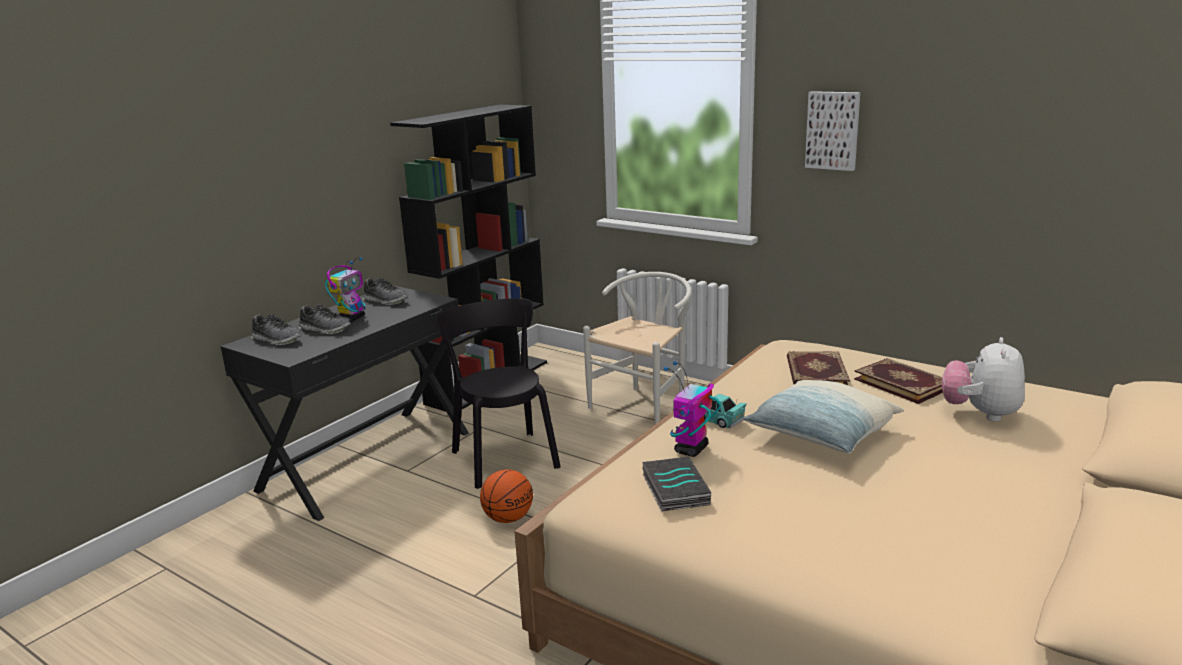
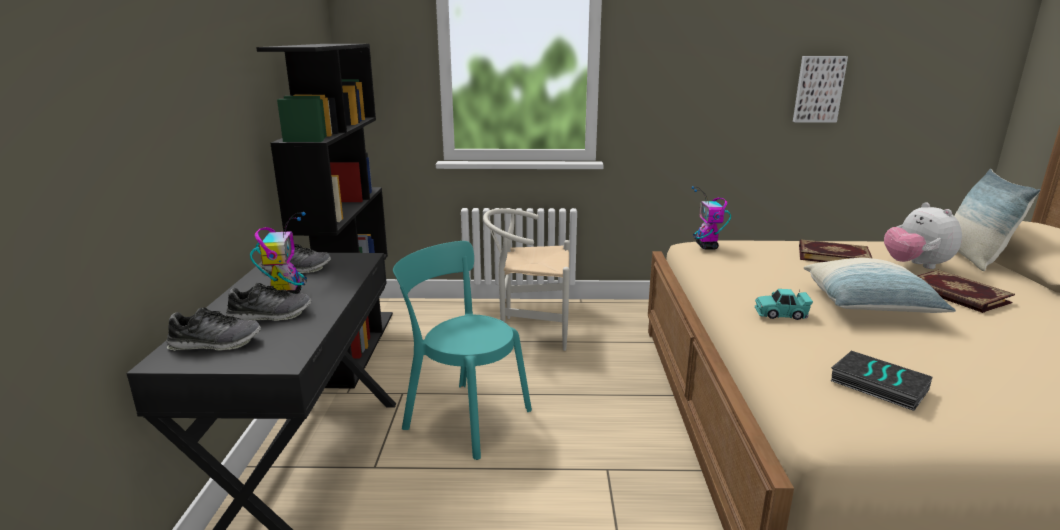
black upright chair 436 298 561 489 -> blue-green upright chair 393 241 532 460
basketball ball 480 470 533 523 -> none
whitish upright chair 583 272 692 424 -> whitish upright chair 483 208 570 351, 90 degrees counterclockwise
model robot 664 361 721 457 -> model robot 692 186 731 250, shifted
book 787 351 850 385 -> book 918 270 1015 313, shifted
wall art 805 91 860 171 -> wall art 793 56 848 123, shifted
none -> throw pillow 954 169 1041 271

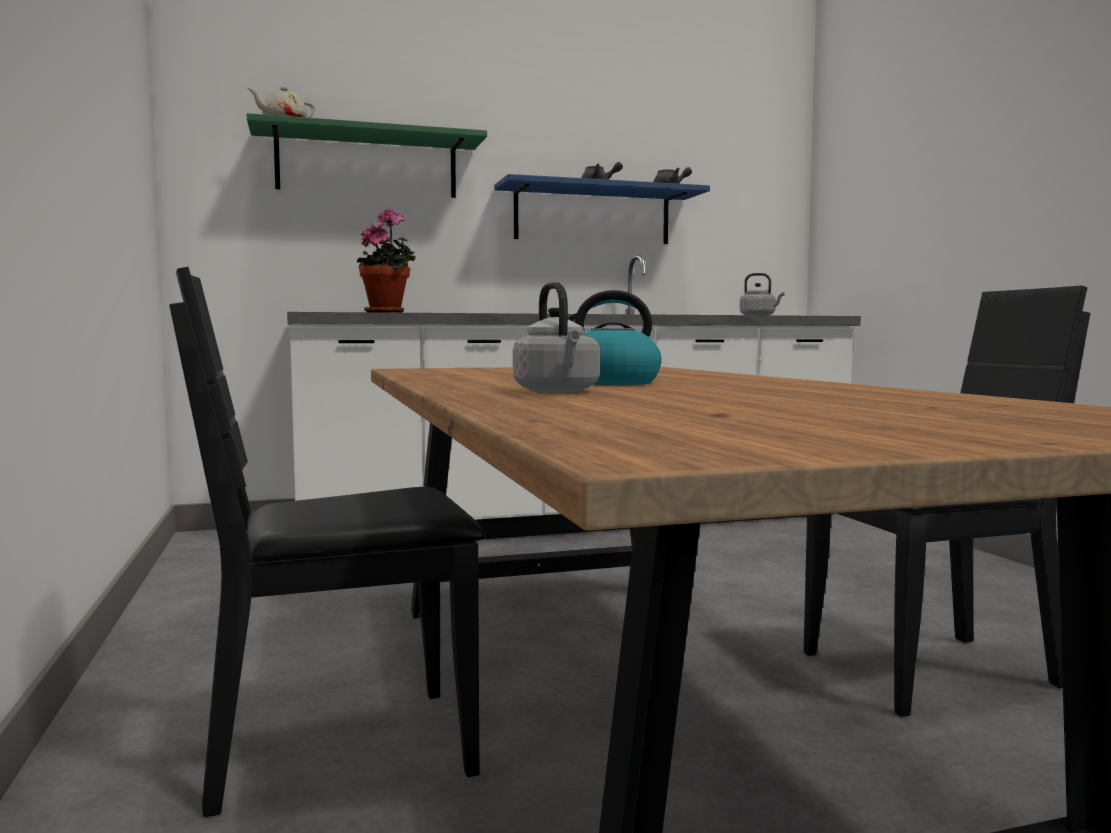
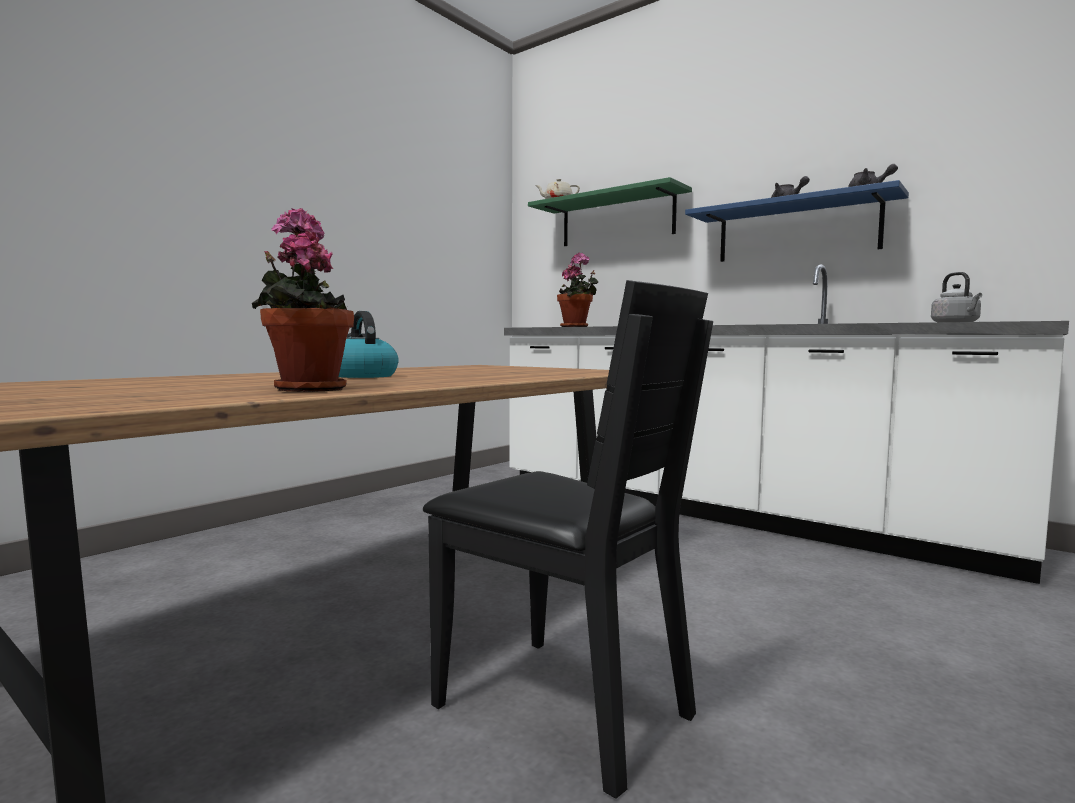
black upright chair 169 267 485 817 -> none
gray water kettle 513 282 600 393 -> none
none -> potted plant 252 208 354 392

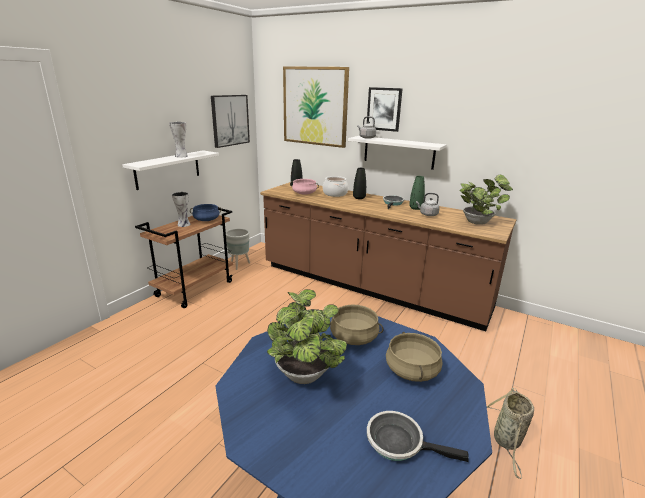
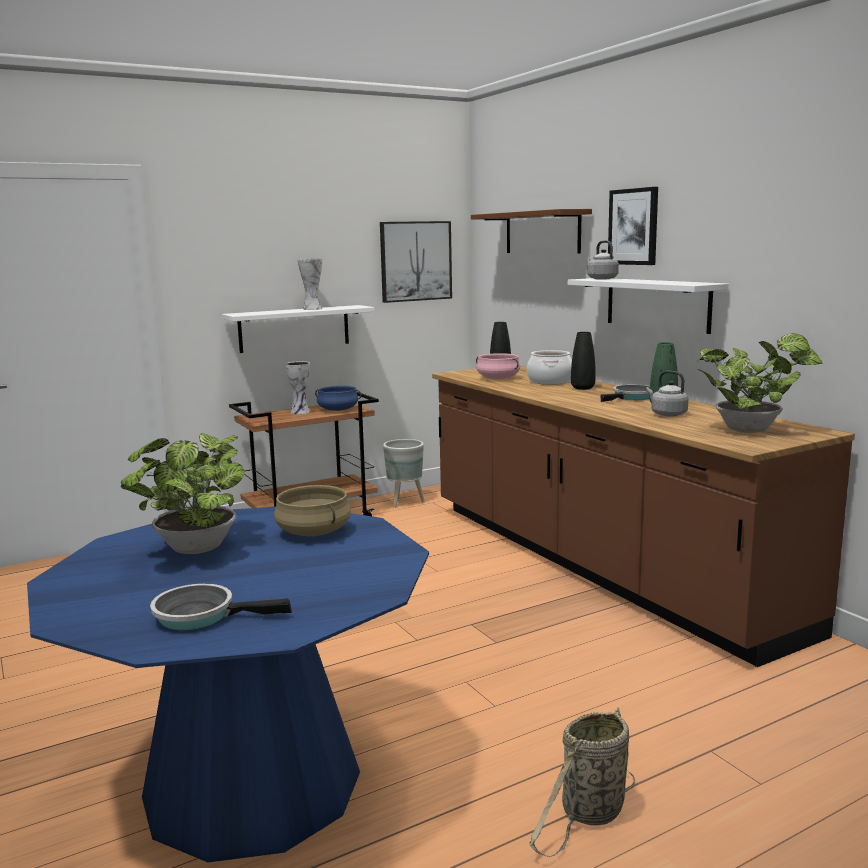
wall art 283 66 349 148 -> brownish bracket shelf 471 209 592 254
pan 367 411 469 462 -> pan 150 584 292 631, 45 degrees counterclockwise
sand-coloured saucepot 386 332 443 382 -> none

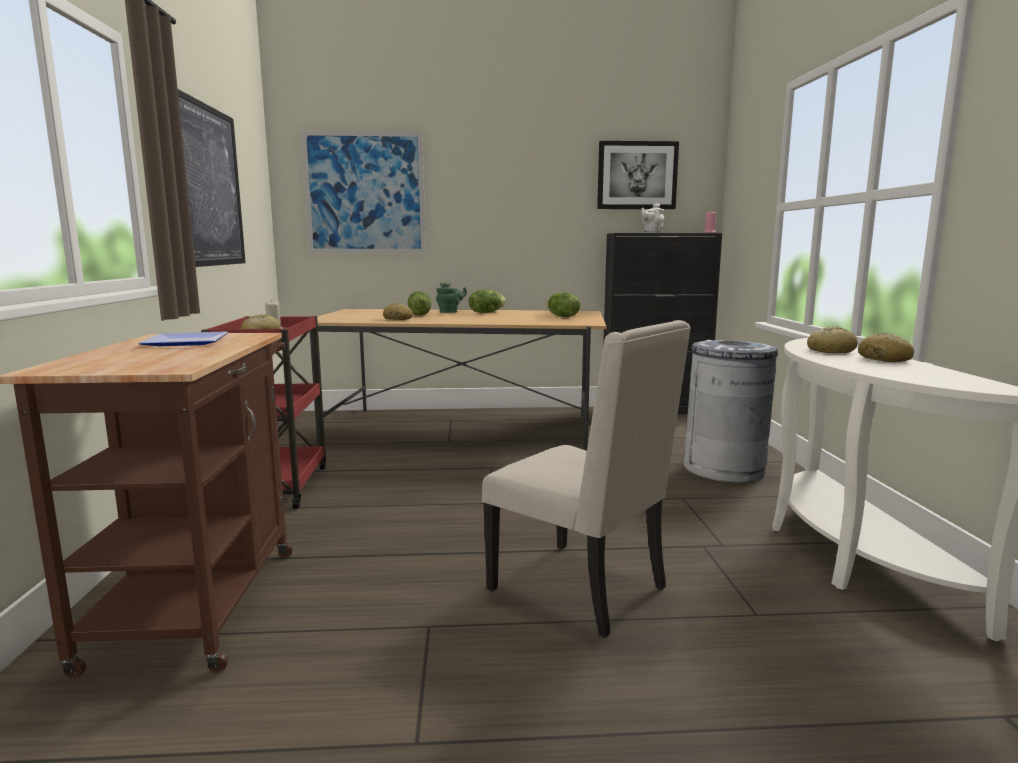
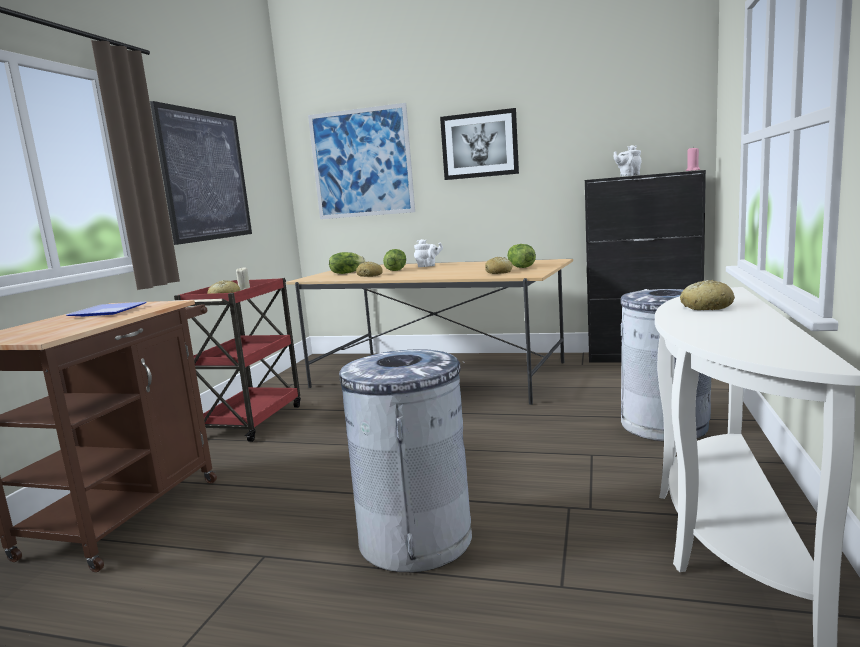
green pot for tea 436 282 467 313 -> whitish pot for tea 414 239 443 267
lettuce head 469 289 506 313 -> lettuce head 329 252 366 274, shifted
sand-coloured upright chair 482 320 691 638 -> gray waste bin 339 349 472 572
wall art 597 141 679 209 -> wall art 440 108 519 180, shifted
bread 858 333 914 362 -> bread 485 257 512 274, shifted

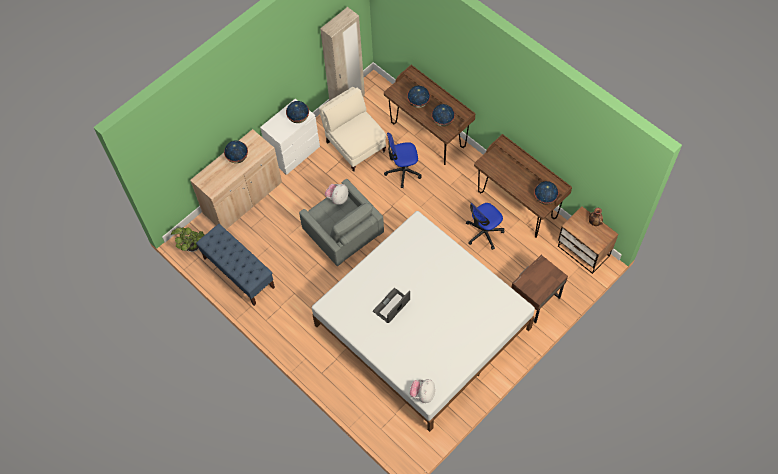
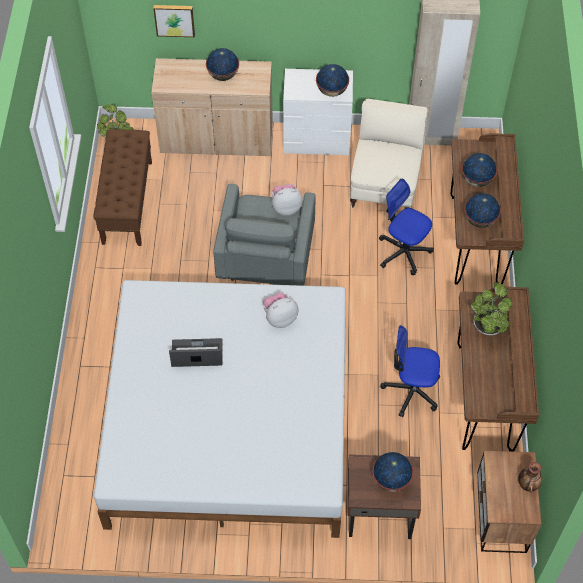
bluish long seat 196 224 275 306 -> brownish long seat 93 129 152 246
plush toy 410 379 435 403 -> plush toy 263 292 298 328, shifted
desk globe 534 181 559 205 -> desk globe 373 452 413 492, shifted
none -> wall art 153 5 195 37
none -> potted plant 471 282 512 335

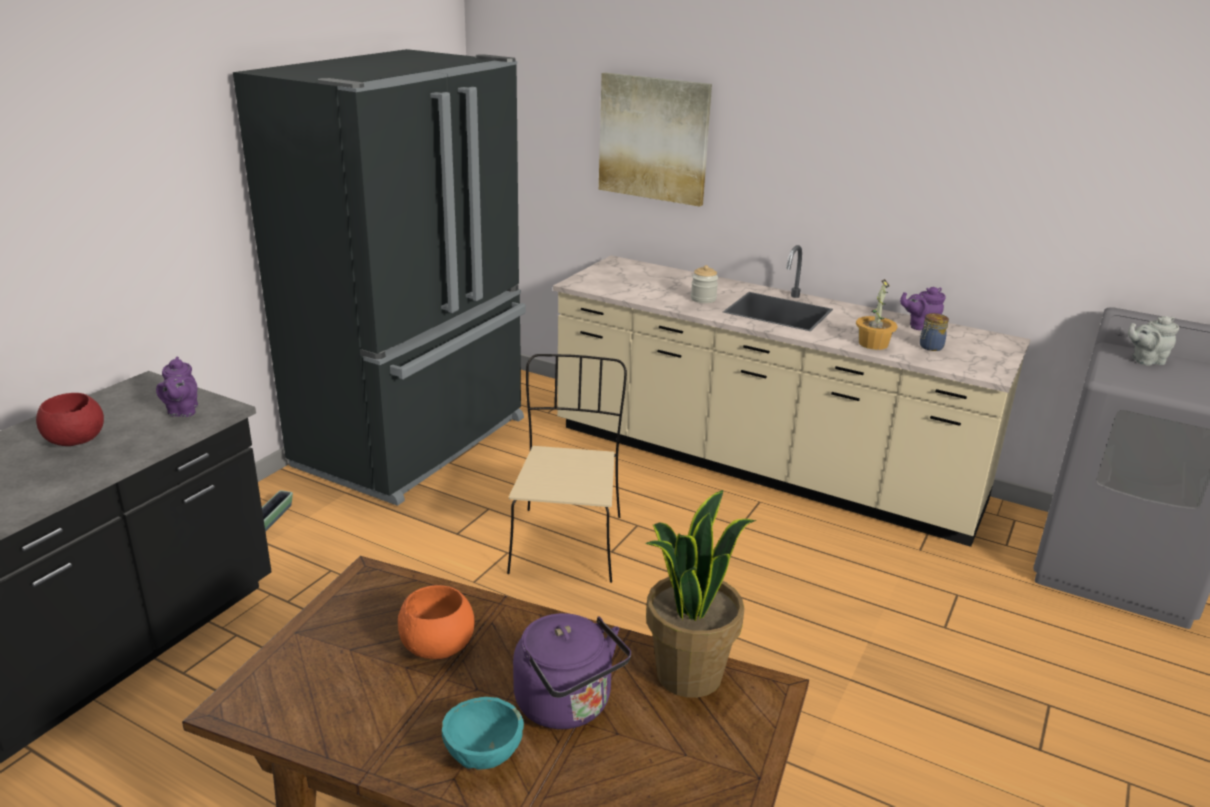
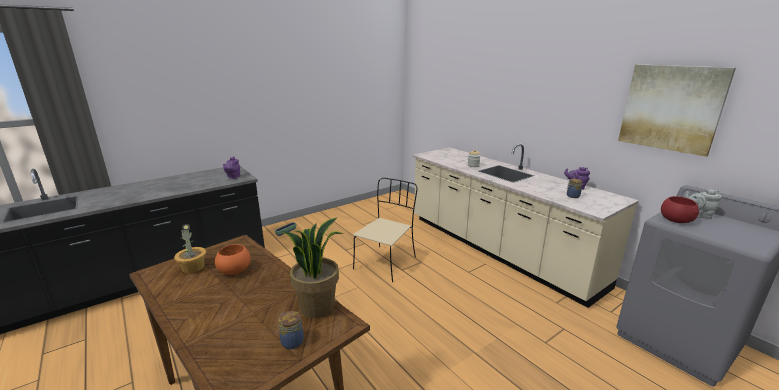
red-coloured deep dish 36 393 104 446 -> red-coloured deep dish 661 196 699 223, shifted
black refrigerator 233 49 526 506 -> none
blue-green deep dish 442 697 524 770 -> none
purple-coloured water kettle 513 613 631 729 -> none
wall art 599 72 712 207 -> wall art 618 64 736 157, shifted
potted plant 856 279 898 350 -> potted plant 174 224 206 273, shifted
none -> jar 279 311 304 349

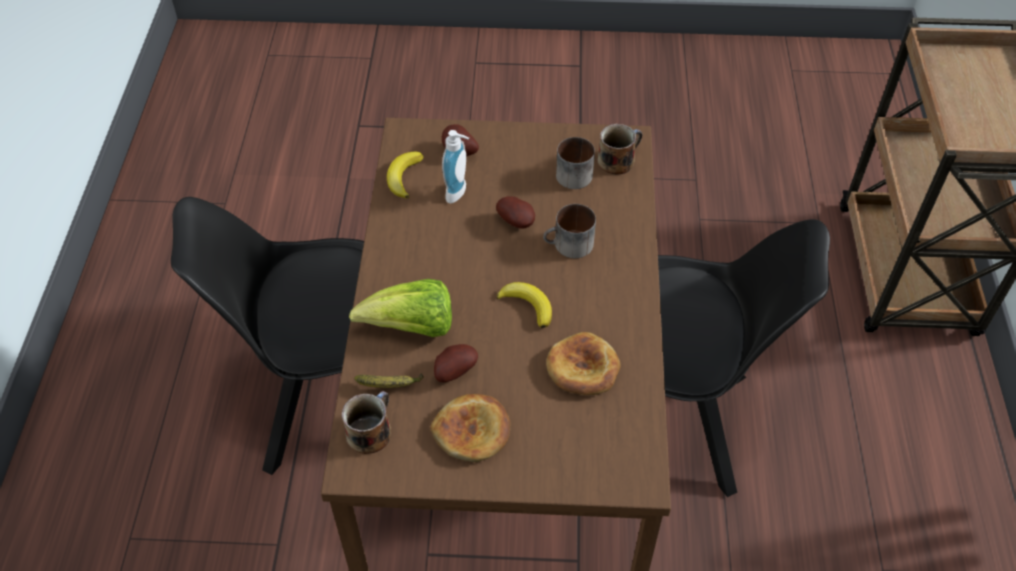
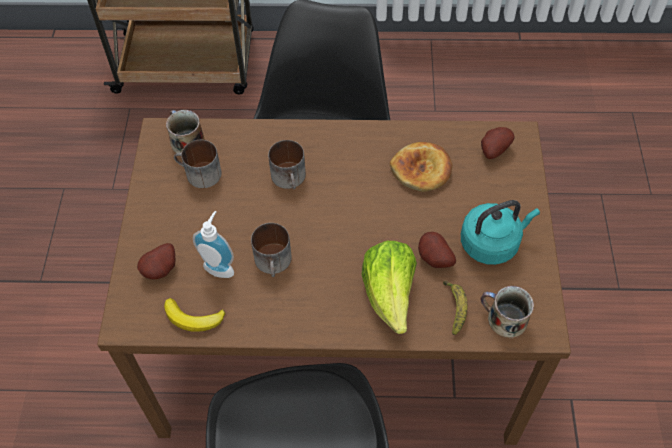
bread 430 394 511 462 -> blue-green water kettle 461 200 540 265
potato 496 196 535 229 -> potato 481 127 514 159, shifted
banana fruit 497 282 552 328 -> none
none -> mug 251 223 292 277

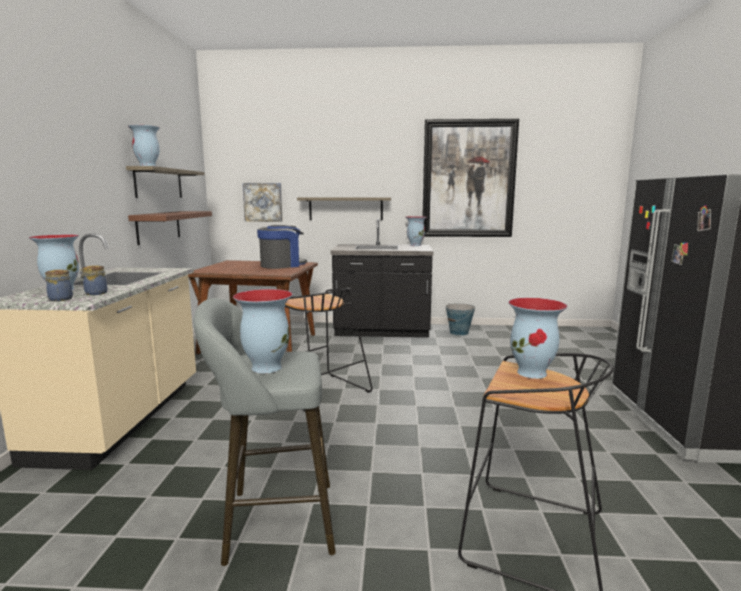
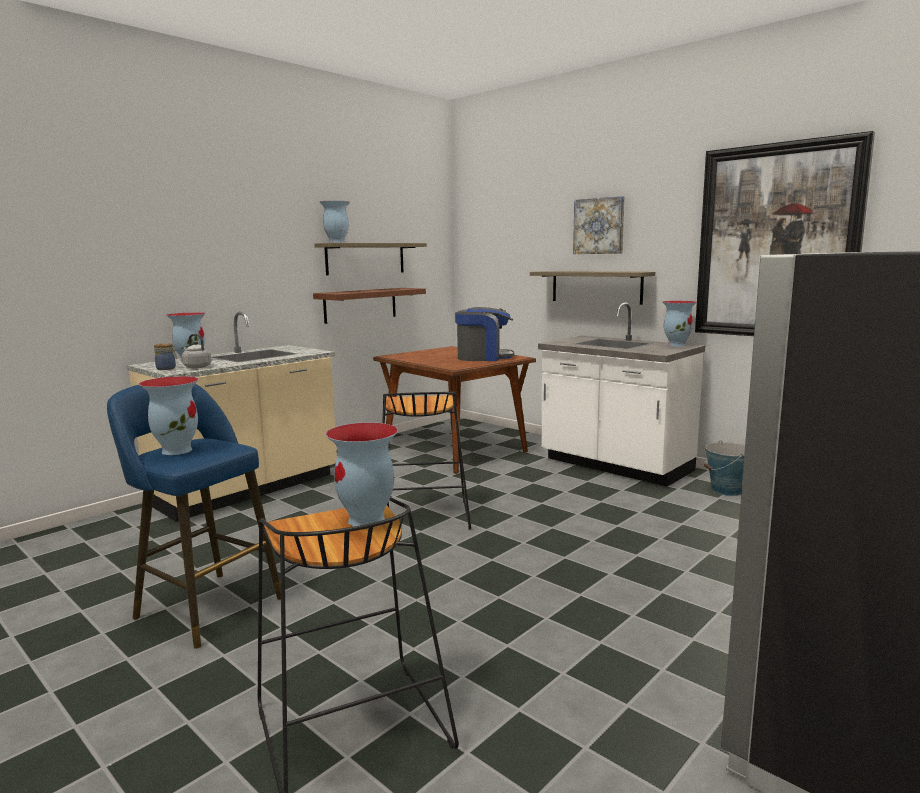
jar 80 265 107 295 -> gray water kettle 182 334 211 368
gray stool seat 194 298 336 566 -> bluish stool seat 107 384 281 649
wall art 242 183 282 222 -> wall art 573 196 625 254, shifted
black kitchen counter 331 219 434 338 -> whitish kitchen counter 538 302 705 487

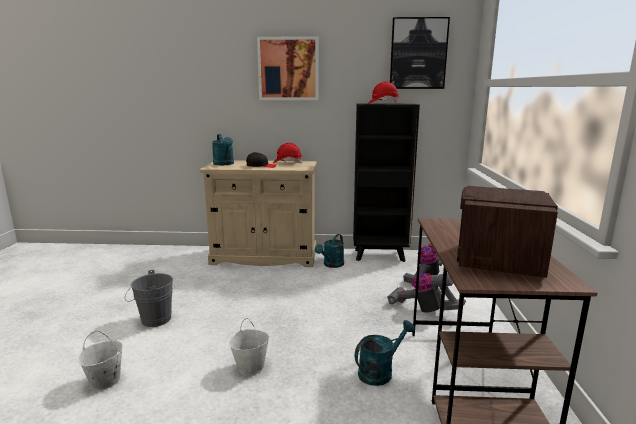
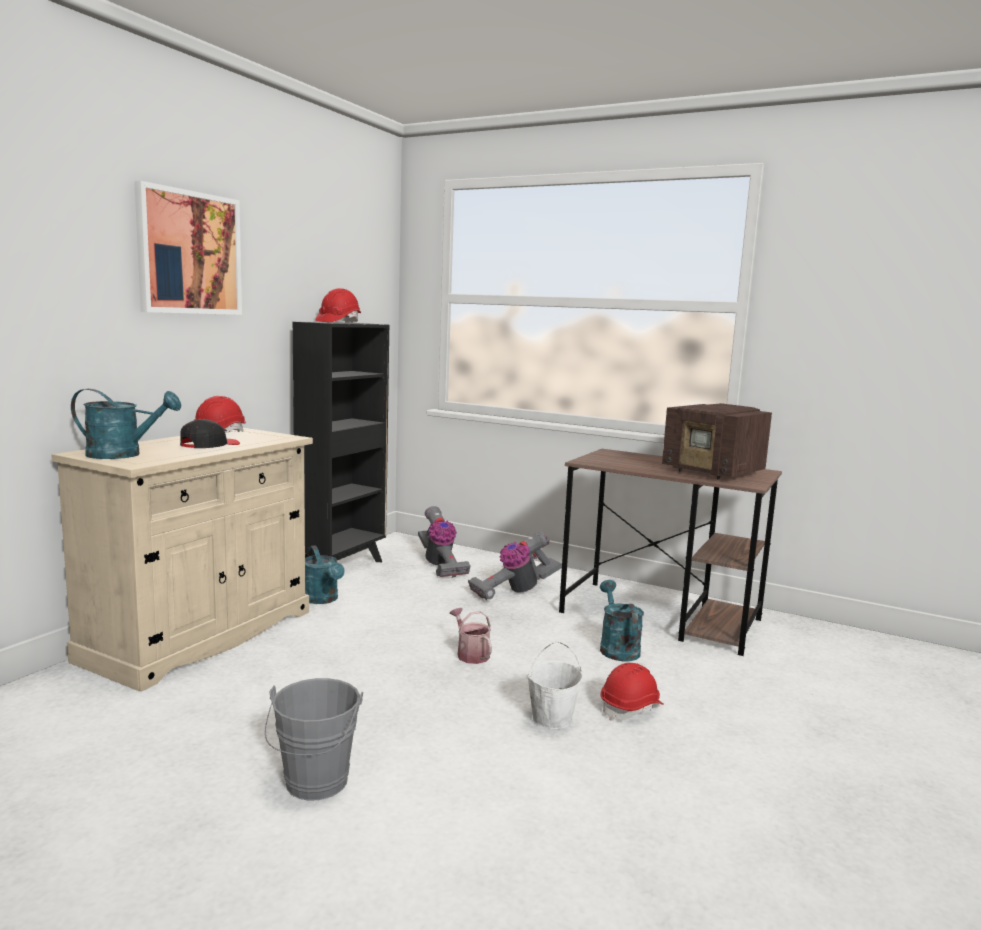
whitish water bucket 78 330 123 390 -> none
wall art 390 17 450 89 -> none
none -> sprinkling can 450 608 492 664
none -> red-coloured hard hat 601 663 664 721

